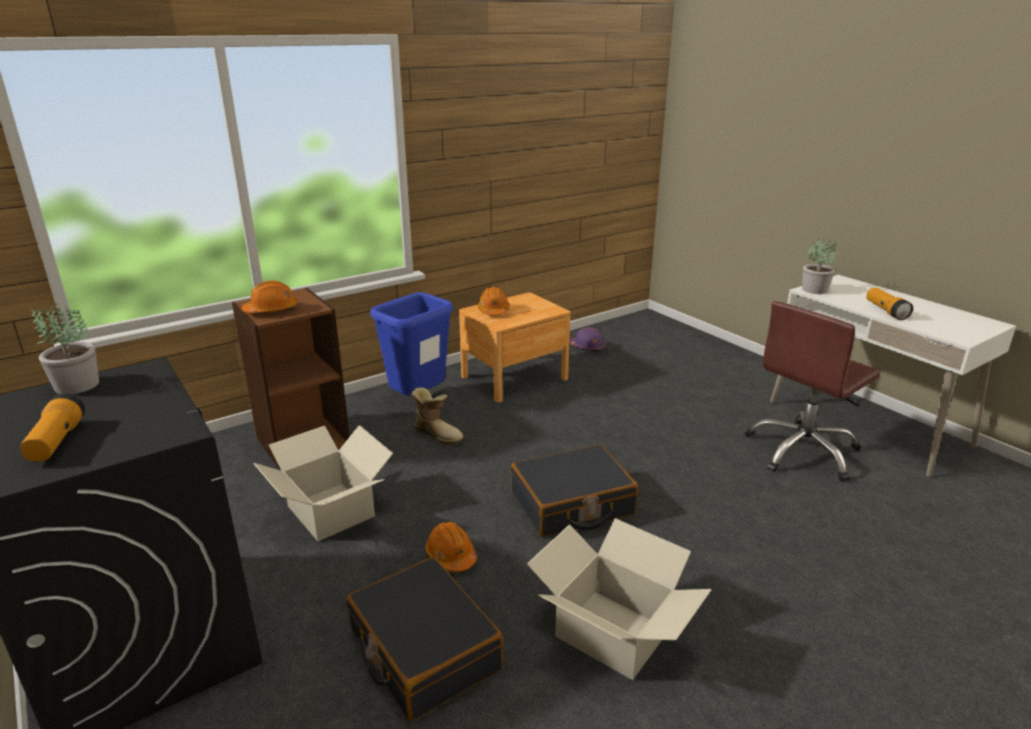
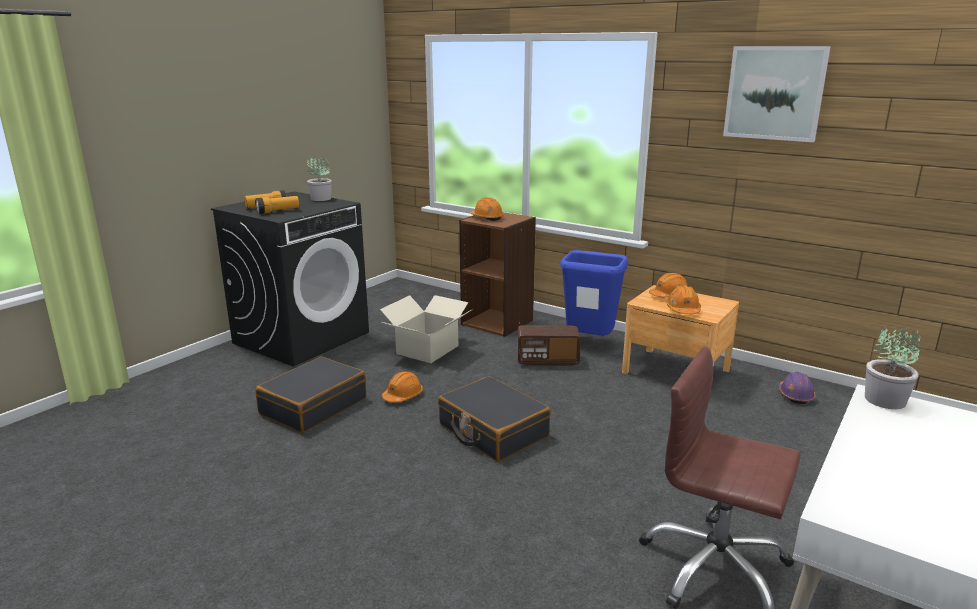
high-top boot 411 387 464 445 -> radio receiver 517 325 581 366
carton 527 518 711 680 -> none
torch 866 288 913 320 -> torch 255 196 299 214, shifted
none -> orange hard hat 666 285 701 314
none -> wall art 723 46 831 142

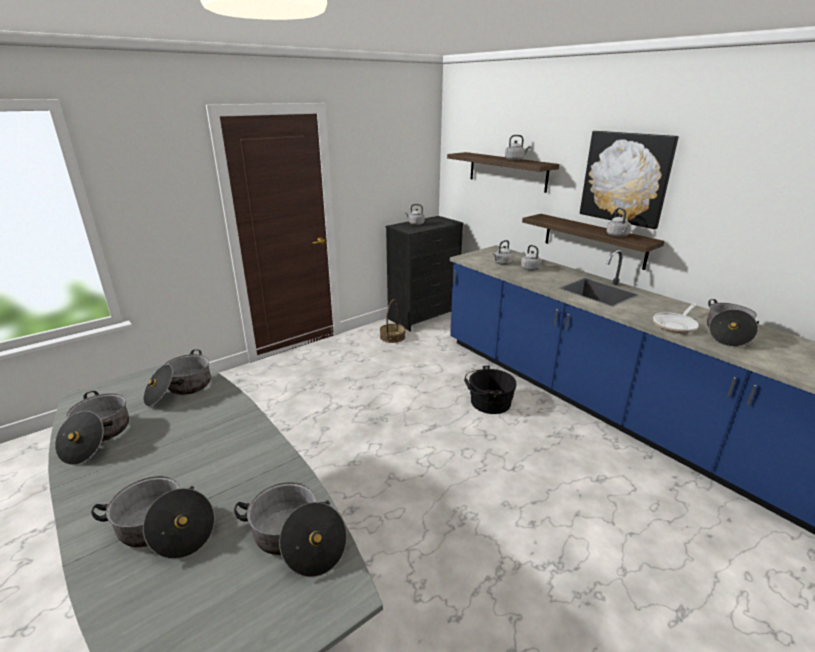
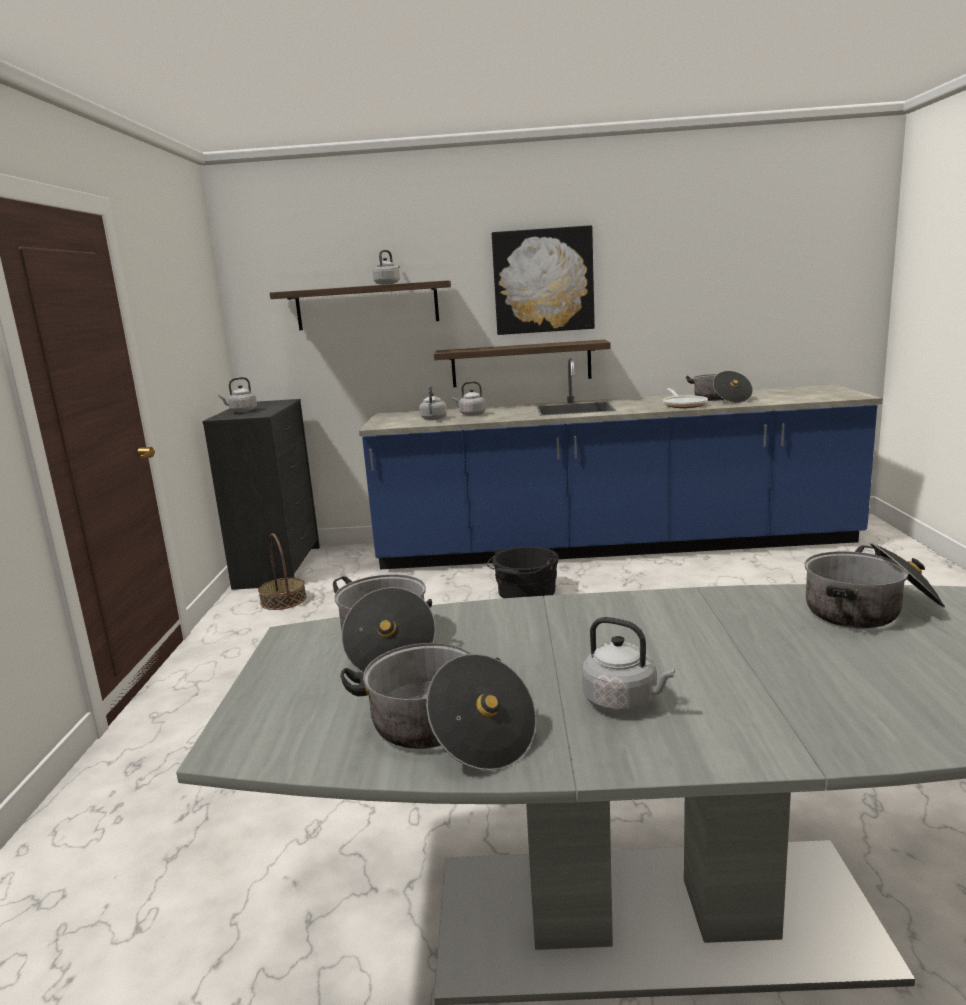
saucepot 91 476 215 559 -> none
gray water kettle 606 207 631 237 -> gray water kettle 582 617 675 713, shifted

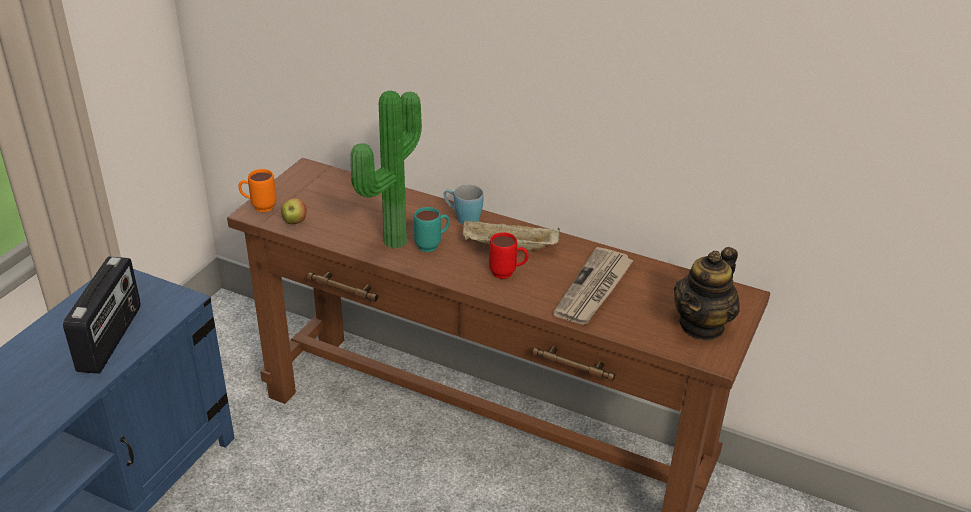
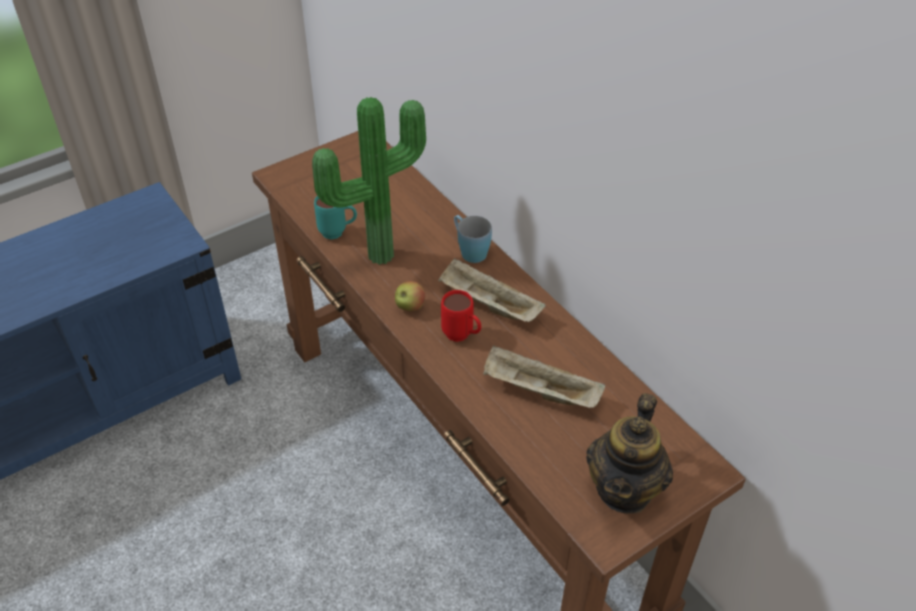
radio receiver 63 256 141 374 -> none
orange mug 238 169 276 212 -> none
whole apple 281 198 307 224 -> whole apple 395 281 425 311, shifted
blue-green mug 414 207 450 252 -> blue-green mug 314 195 357 240, shifted
newspaper 553 247 634 325 -> sand-coloured tray 483 346 605 408
pot for tea 674 247 740 341 -> pot for tea 586 393 673 514, 45 degrees counterclockwise

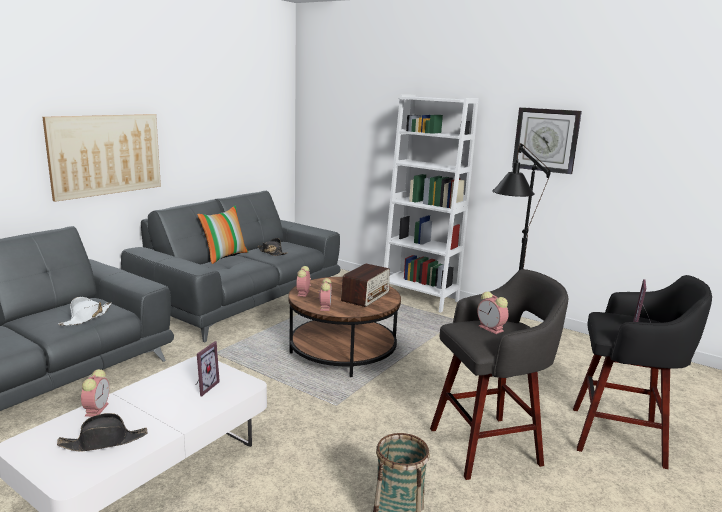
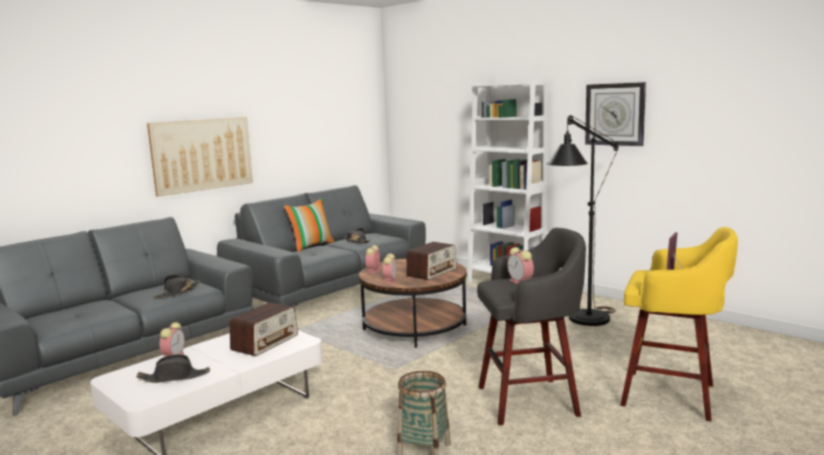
whitish clothing hat 58 297 112 326 -> black clothing hat 153 274 200 298
photo frame 196 341 220 396 -> radio receiver 230 302 298 356
black stool seat 573 275 712 469 -> yellow stool seat 620 227 738 421

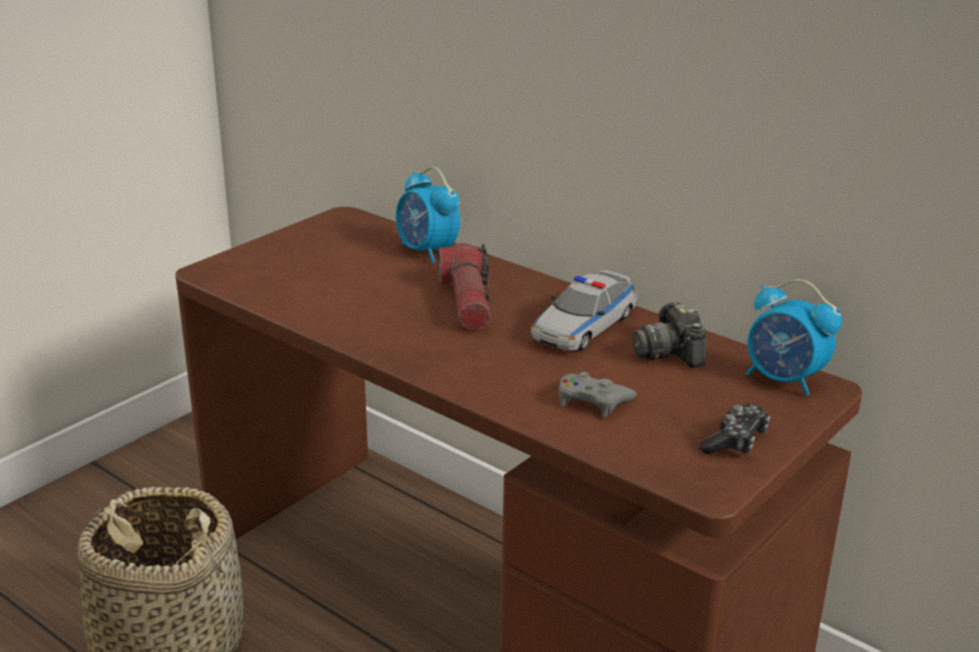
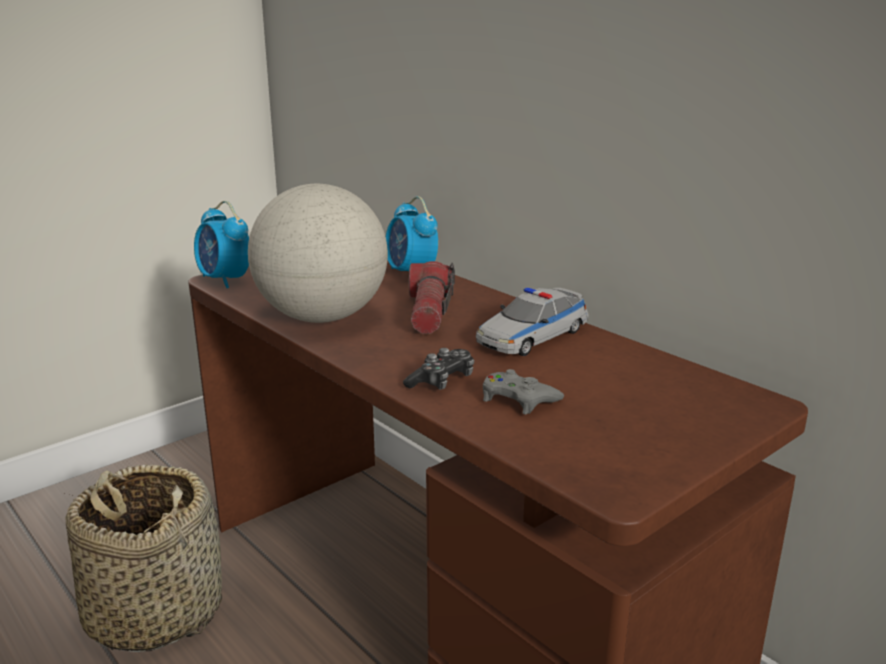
photo camera 633 302 706 368 -> none
game controller 700 404 770 454 -> game controller 403 348 474 390, shifted
alarm clock 746 279 842 396 -> alarm clock 194 201 249 288, shifted
none -> desk globe 248 184 388 323

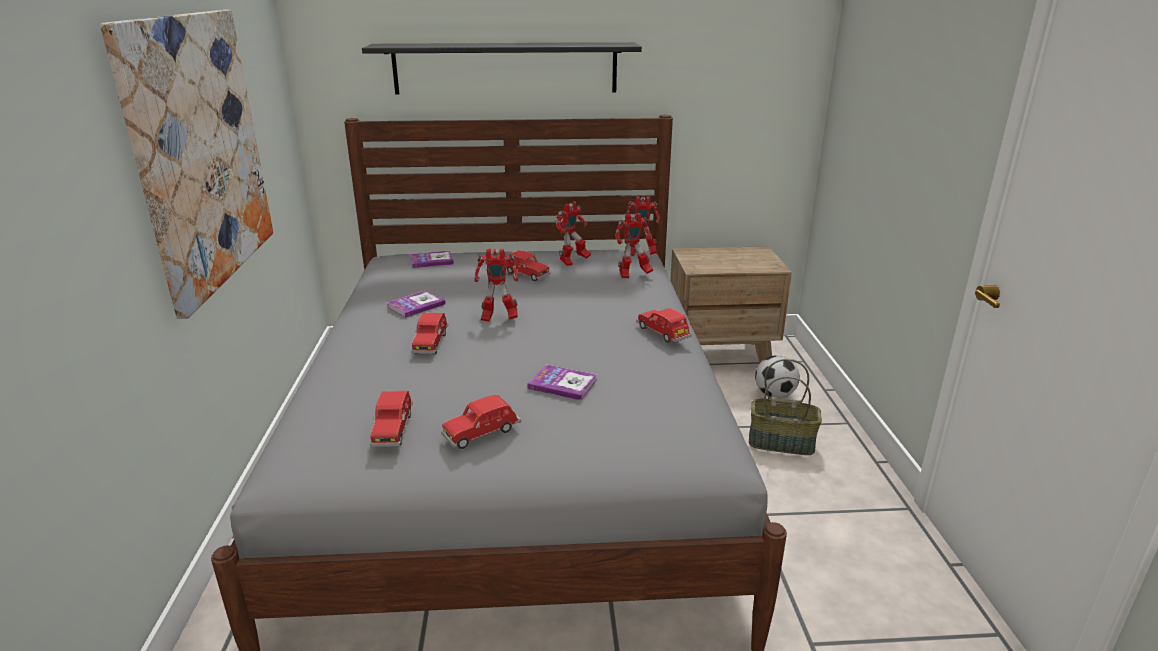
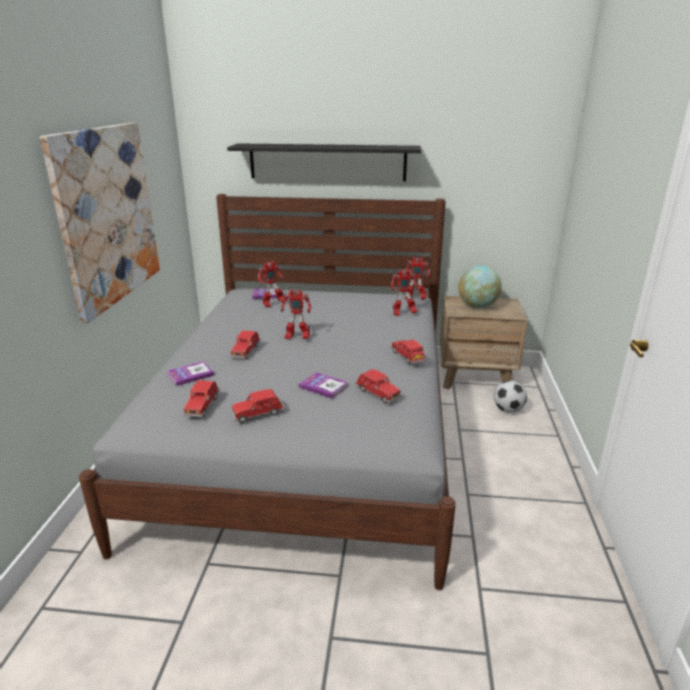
book 387 290 446 318 -> book 167 361 214 386, shifted
red-coloured model car 505 250 551 281 -> red-coloured model car 355 369 402 404, shifted
model robot 555 201 591 266 -> model robot 258 261 285 307, shifted
basket 749 359 822 455 -> none
none -> desk globe 458 266 502 308

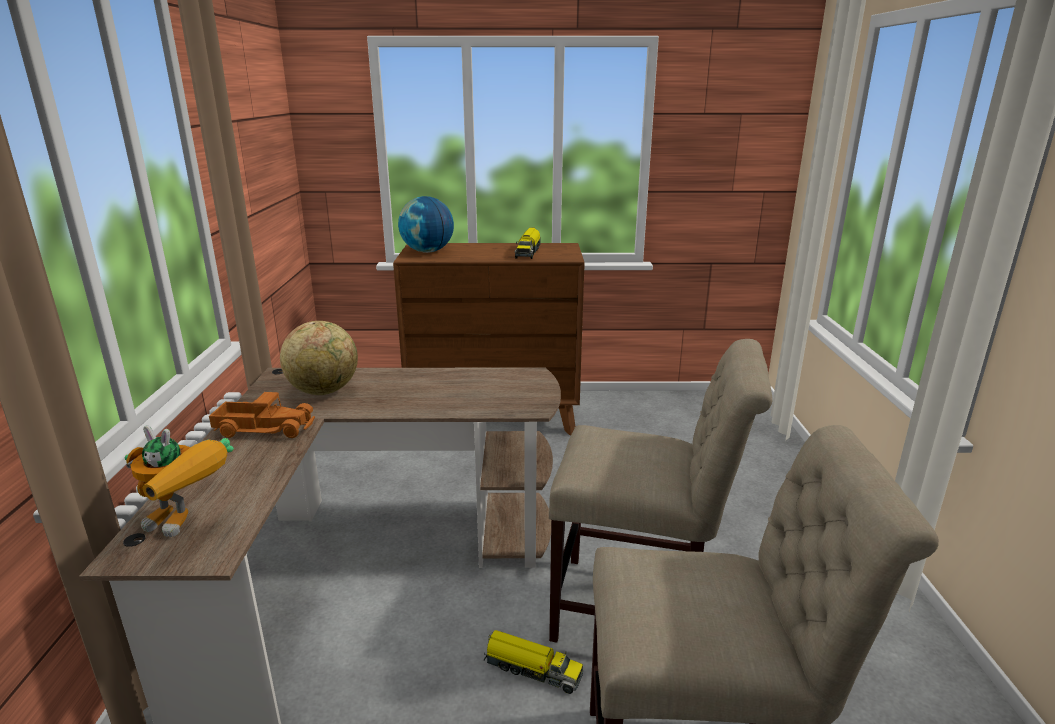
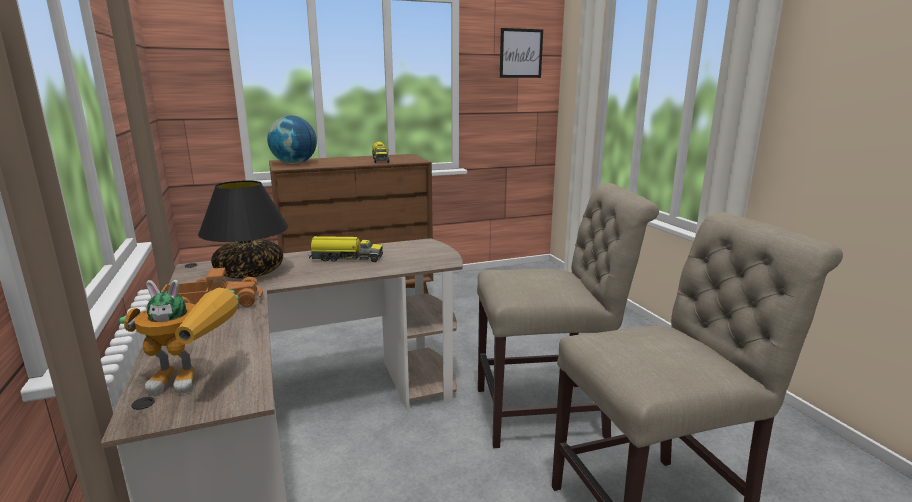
desk globe 280 321 358 395 -> black lamp for a table 198 181 289 278
toy truck 484 630 583 694 -> toy truck 308 236 383 262, shifted
none -> wall art 500 28 543 78

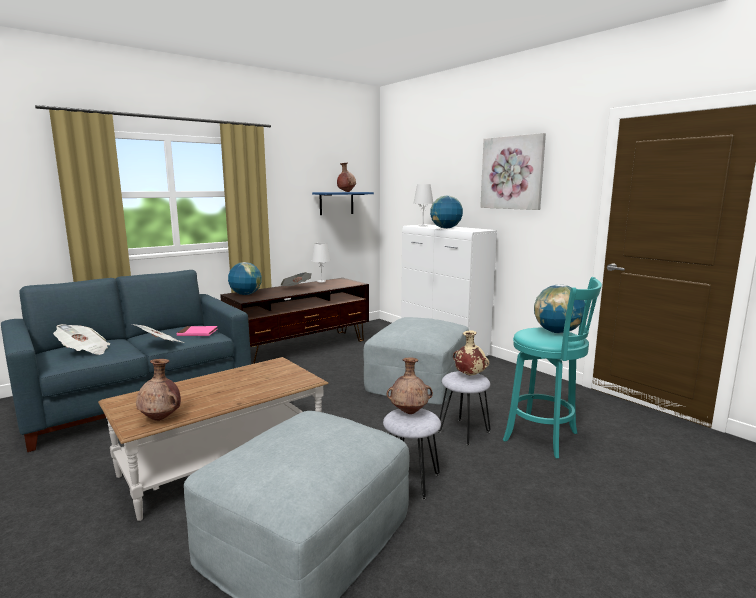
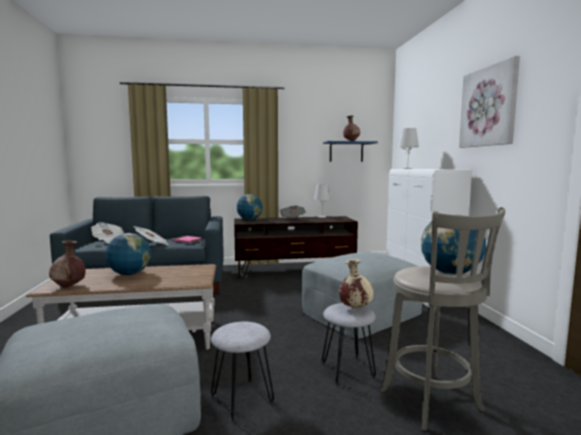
brownish decorative vase 387 358 433 414 -> none
desk globe 430 196 463 229 -> desk globe 105 233 151 275, shifted
blue-green stool seat 503 277 602 459 -> gray stool seat 380 207 505 431

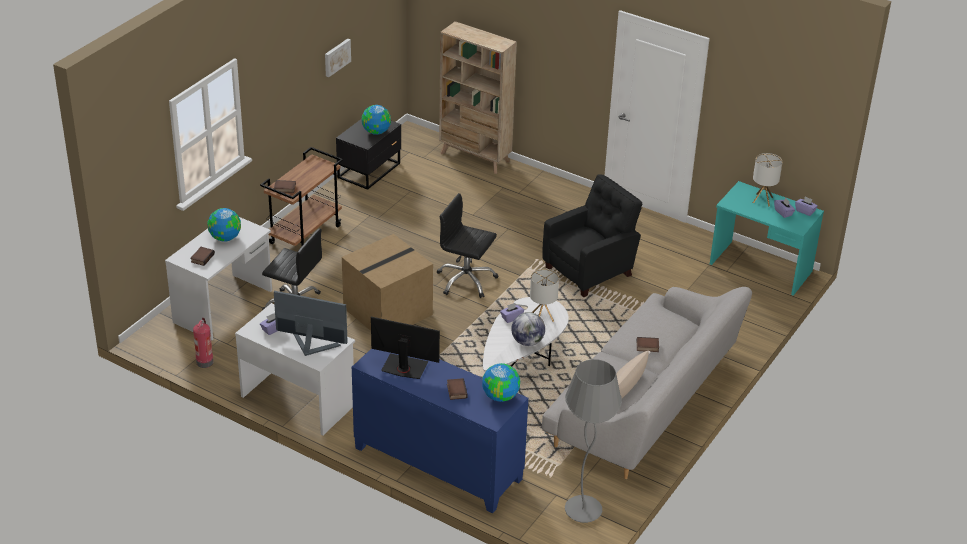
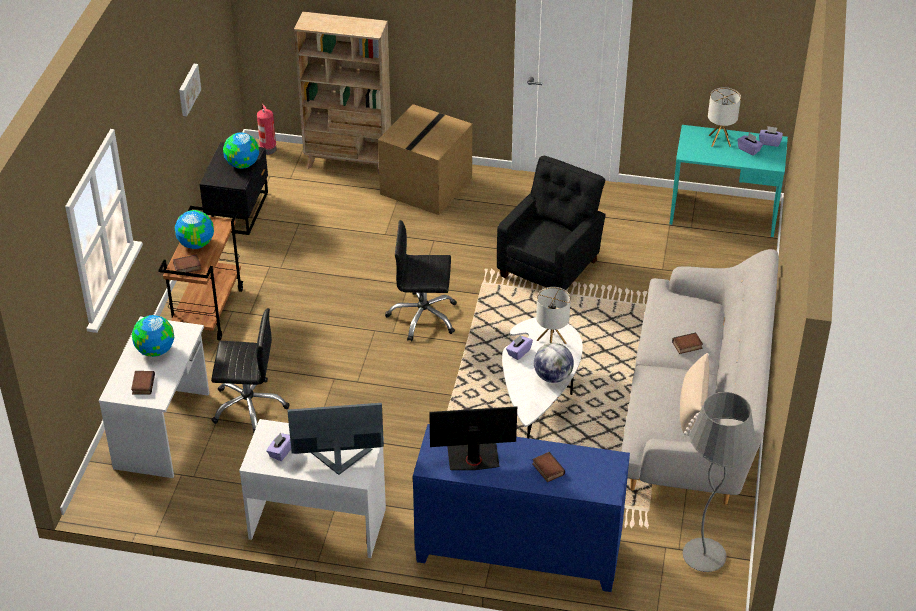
fire-fighting cylinder 193 318 213 368 -> fire-fighting cylinder 257 104 277 155, shifted
carton 342 234 433 331 -> carton 378 104 472 215, shifted
desk globe 482 363 520 402 -> desk globe 175 210 214 249, shifted

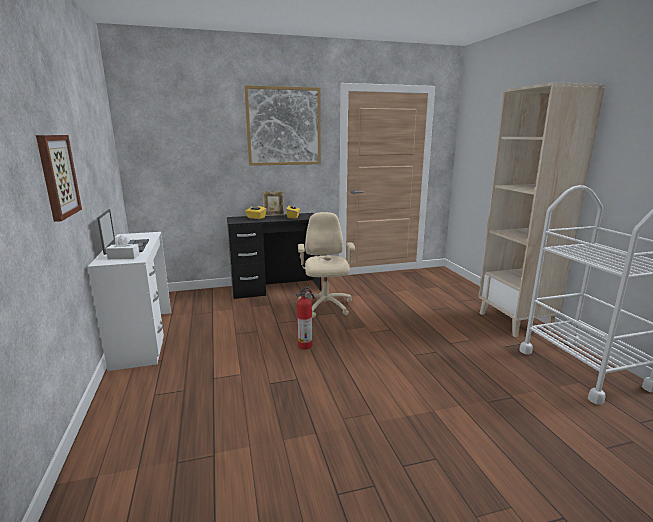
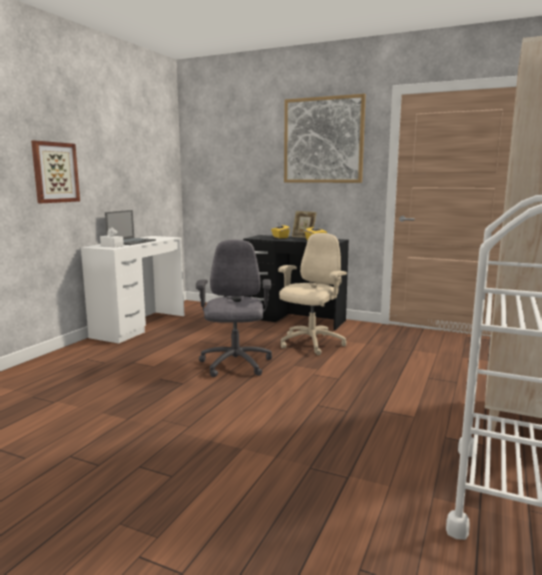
fire-fighting cylinder 296 286 314 349 -> gray office chair 196 239 272 377

